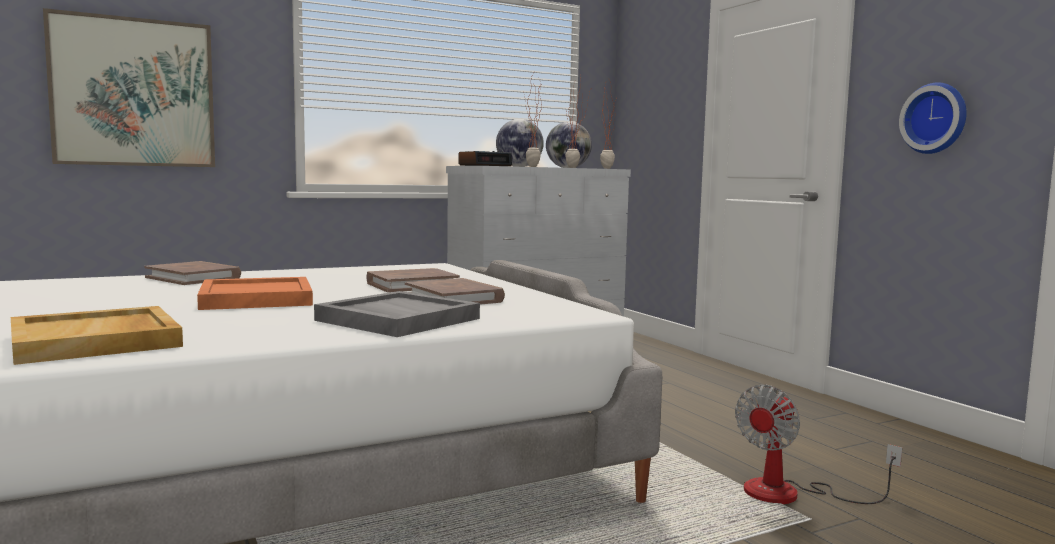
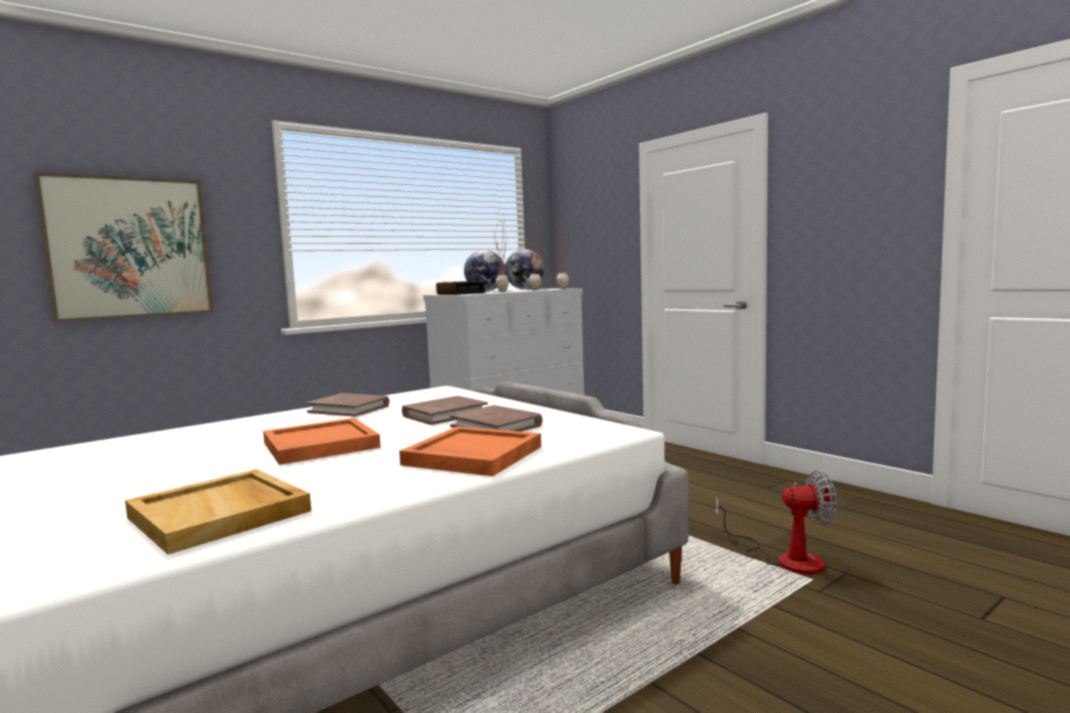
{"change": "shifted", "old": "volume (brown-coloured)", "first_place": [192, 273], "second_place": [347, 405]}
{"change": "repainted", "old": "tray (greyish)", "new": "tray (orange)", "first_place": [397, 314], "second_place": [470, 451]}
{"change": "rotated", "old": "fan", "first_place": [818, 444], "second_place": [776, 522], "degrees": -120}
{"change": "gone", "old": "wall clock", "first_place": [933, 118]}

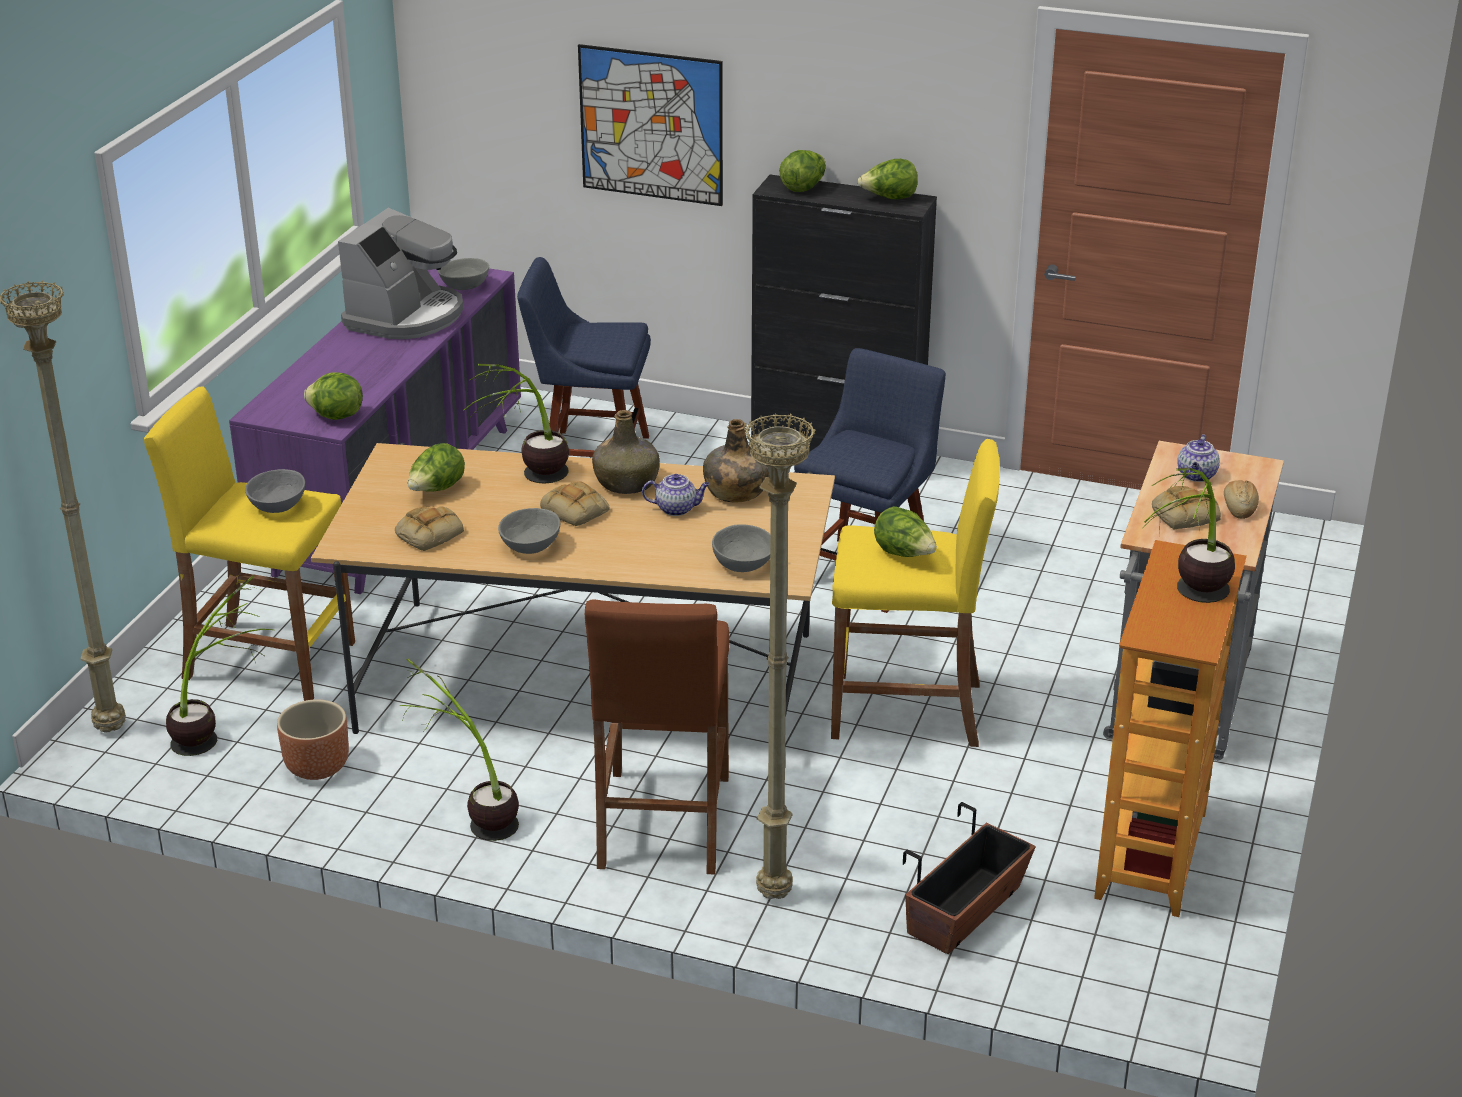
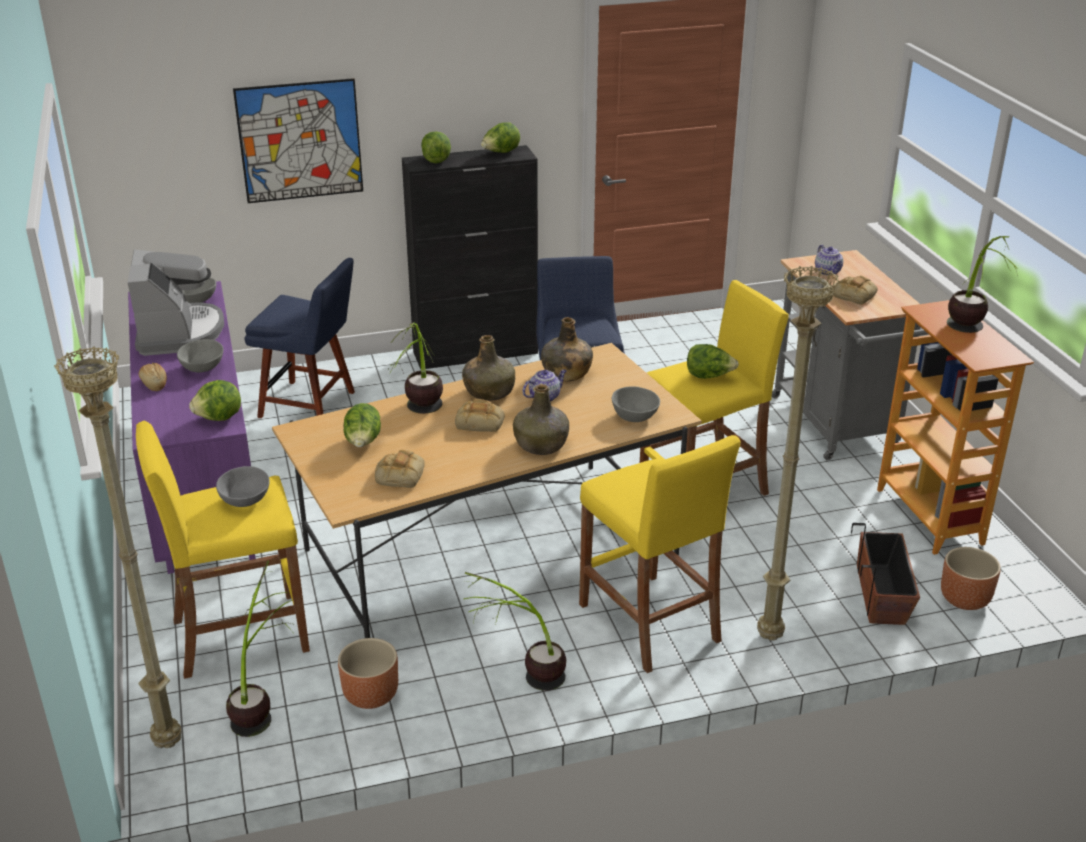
{"change": "shifted", "old": "deep dish (greyish)", "first_place": [529, 531], "second_place": [200, 355]}
{"change": "rotated", "old": "chair (bluish)", "first_place": [584, 357], "second_place": [300, 338], "degrees": -135}
{"change": "repainted", "old": "stool seat (brown-coloured)", "new": "stool seat (yellow-coloured)", "first_place": [657, 737], "second_place": [659, 554]}
{"change": "shifted", "old": "bakery bread", "first_place": [1241, 499], "second_place": [153, 377]}
{"change": "new", "new": "drink bottle (green)", "second_place": [541, 419]}
{"change": "new", "new": "plant pot (brown-coloured)", "second_place": [971, 578]}

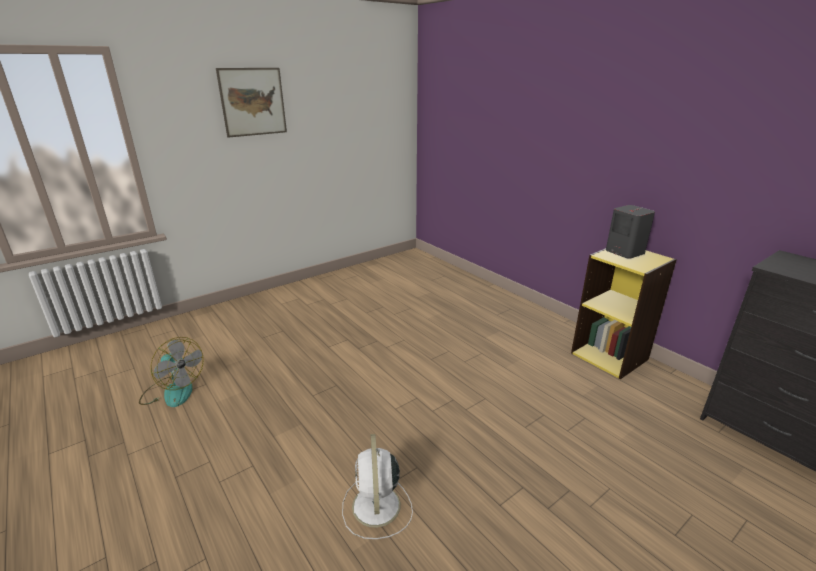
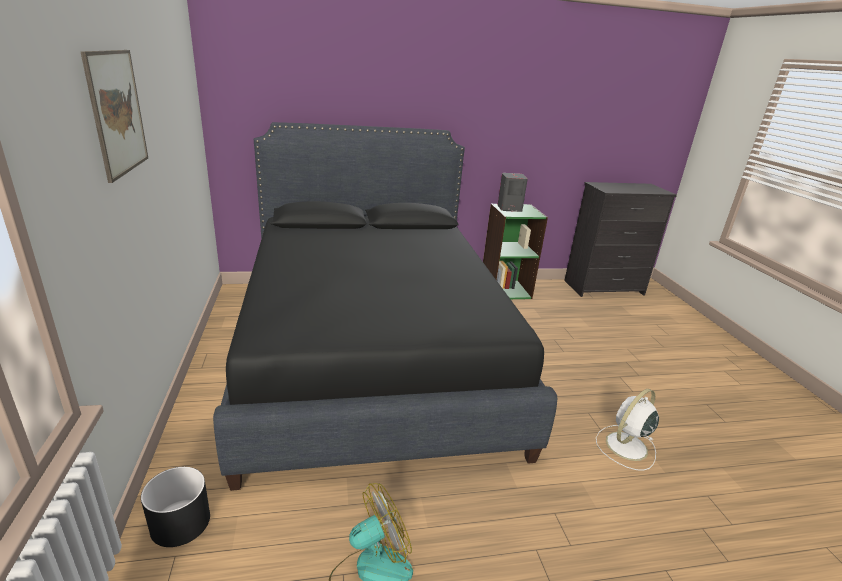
{"change": "rotated", "old": "fan (white-coloured)", "first_place": [377, 486], "second_place": [627, 430], "degrees": 120}
{"change": "repainted", "old": "shelving unit (yellow-coloured)", "new": "shelving unit (green)", "first_place": [624, 313], "second_place": [515, 251]}
{"change": "new", "new": "plant pot (black)", "second_place": [175, 507]}
{"change": "new", "new": "bedroom bed (black)", "second_place": [385, 306]}

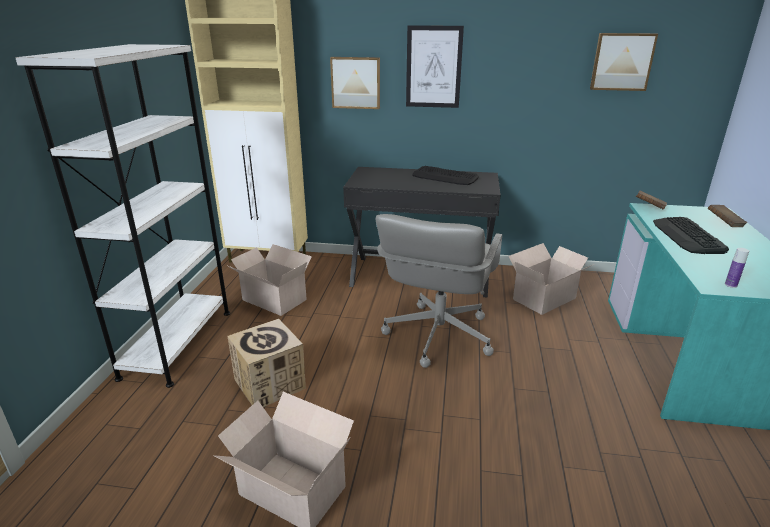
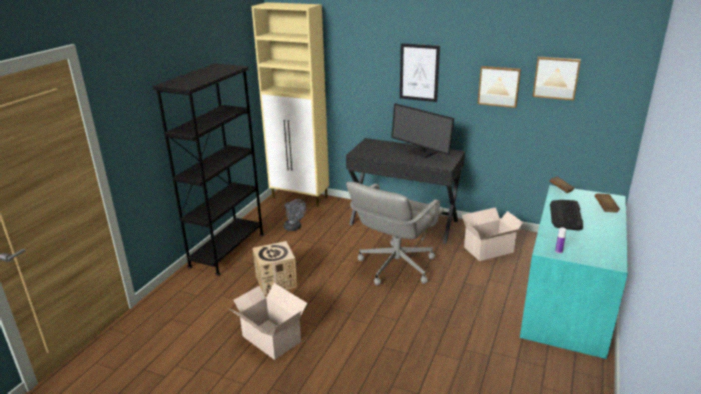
{"change": "repainted", "old": "shelving unit (white-coloured)", "new": "shelving unit (black)", "first_place": [122, 216], "second_place": [208, 169]}
{"change": "swapped", "old": "packing box", "new": "fan (greyish)", "first_place": [270, 280], "second_place": [294, 215]}
{"change": "shifted", "old": "wall picture", "first_place": [355, 83], "second_place": [499, 87]}
{"change": "swapped", "old": "PC keyboard", "new": "computer display", "first_place": [445, 175], "second_place": [422, 130]}

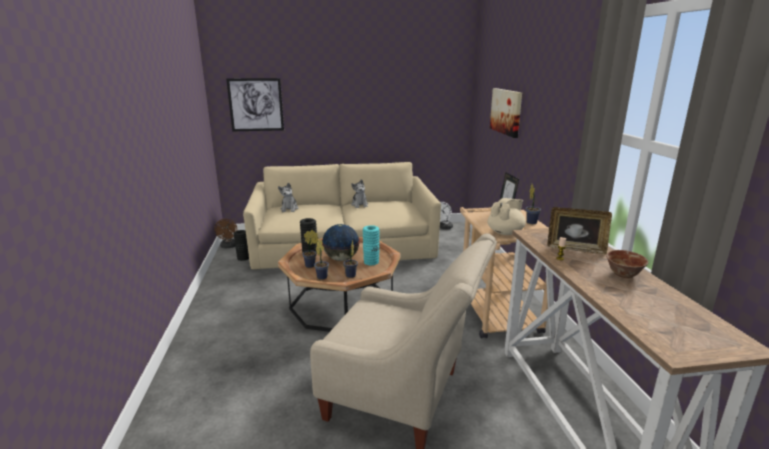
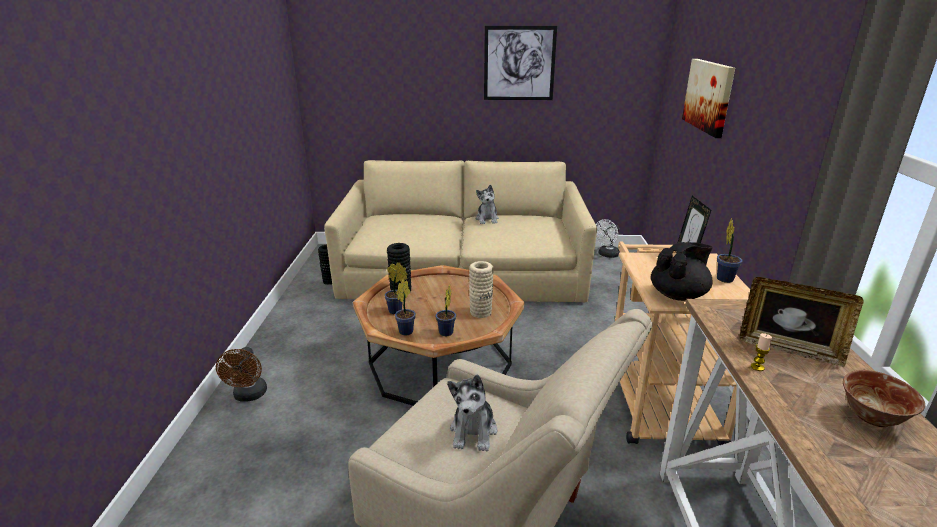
{"change": "shifted", "old": "fan (brown-coloured)", "first_place": [225, 233], "second_place": [241, 374]}
{"change": "shifted", "old": "wall picture", "first_place": [255, 104], "second_place": [520, 63]}
{"change": "shifted", "old": "cuddly toy", "first_place": [288, 197], "second_place": [472, 413]}
{"change": "gone", "old": "globe", "first_place": [341, 242]}
{"change": "repainted", "old": "flower vase (blue-green)", "new": "flower vase (beige)", "first_place": [371, 245], "second_place": [481, 289]}
{"change": "repainted", "old": "pot for tea (beige)", "new": "pot for tea (black)", "first_place": [507, 216], "second_place": [682, 271]}

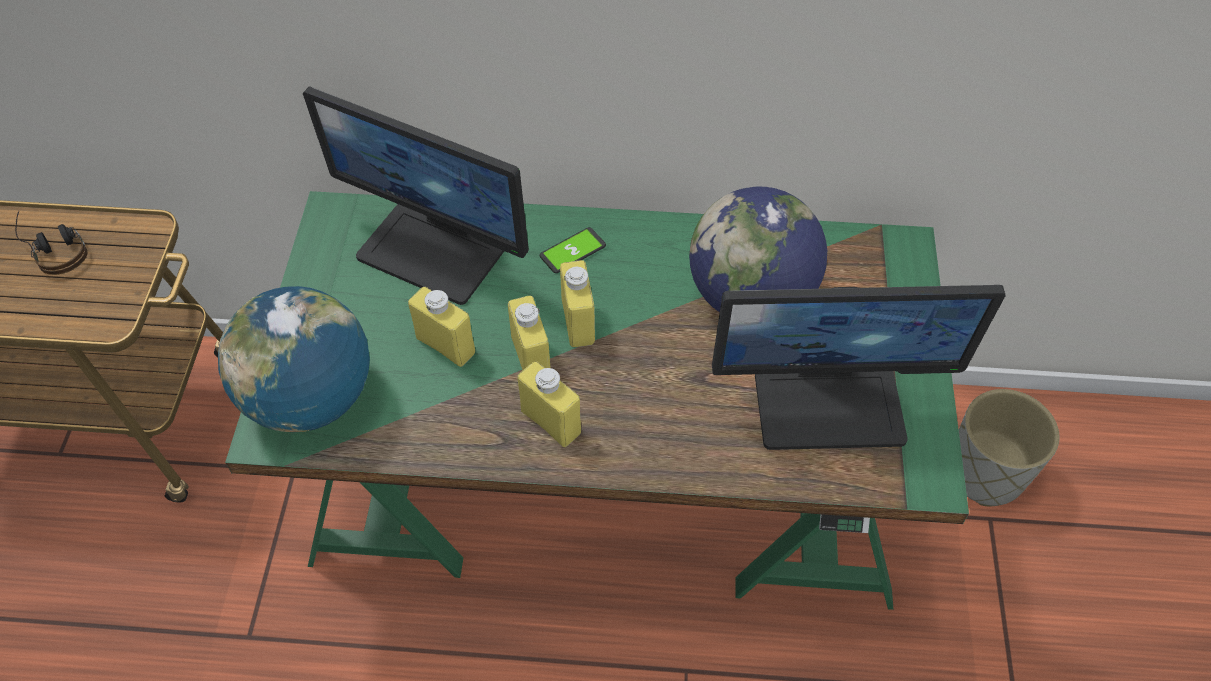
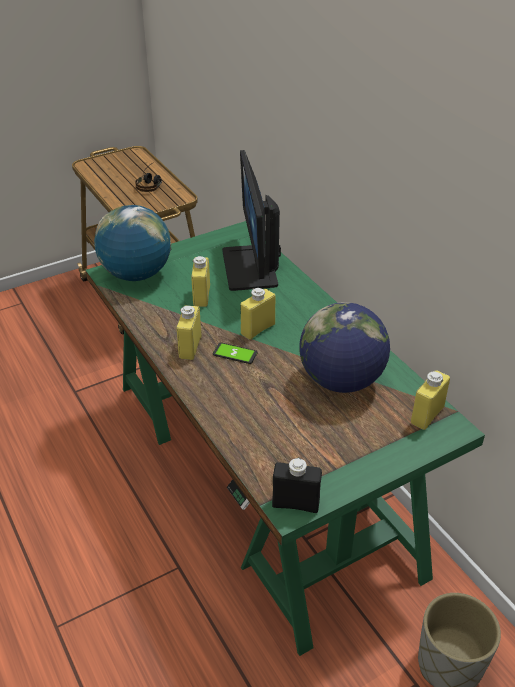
{"change": "shifted", "old": "drink bottle (yellow-coloured)", "first_place": [529, 333], "second_place": [430, 400]}
{"change": "shifted", "old": "handset", "first_place": [573, 250], "second_place": [235, 353]}
{"change": "gone", "old": "computer display", "first_place": [859, 367]}
{"change": "new", "new": "drink bottle (black)", "second_place": [297, 485]}

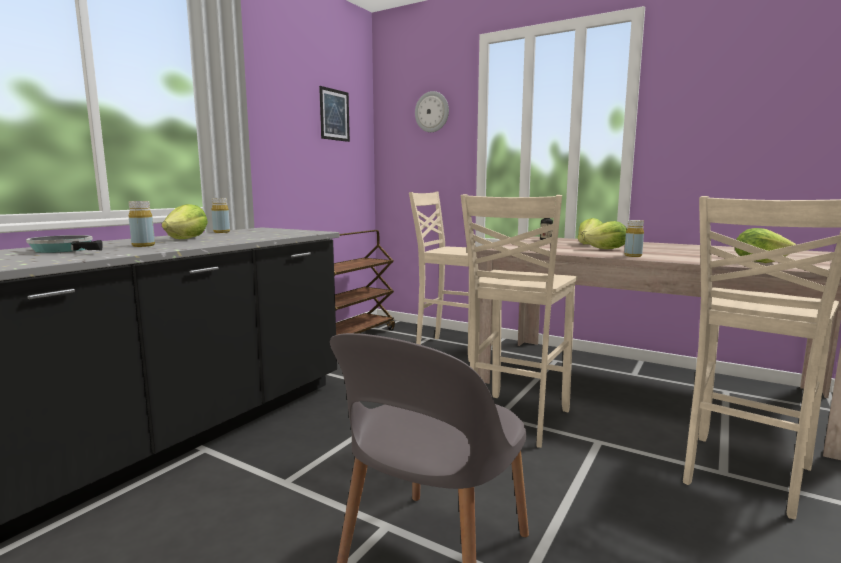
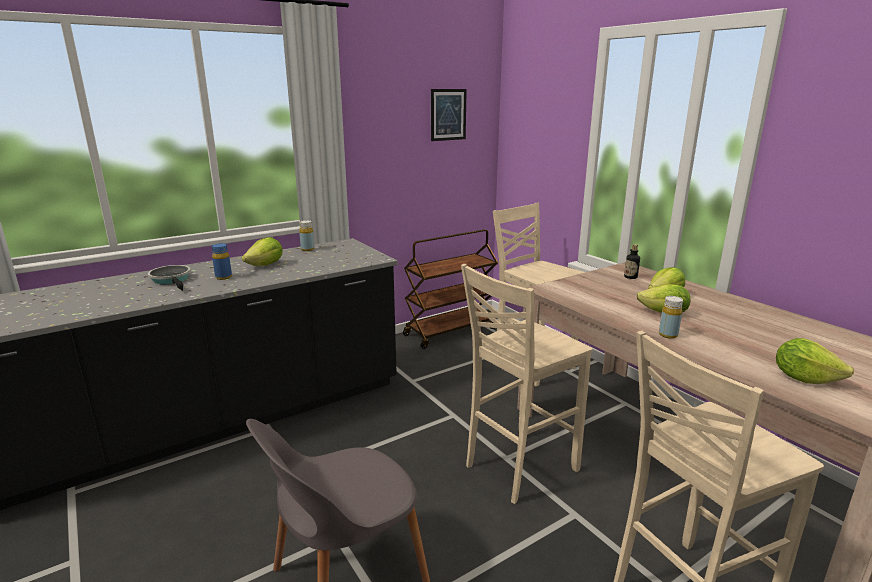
{"change": "repainted", "old": "drink bottle (yellow-coloured)", "new": "drink bottle (bluish)", "first_place": [142, 224], "second_place": [222, 261]}
{"change": "gone", "old": "wall clock", "first_place": [432, 111]}

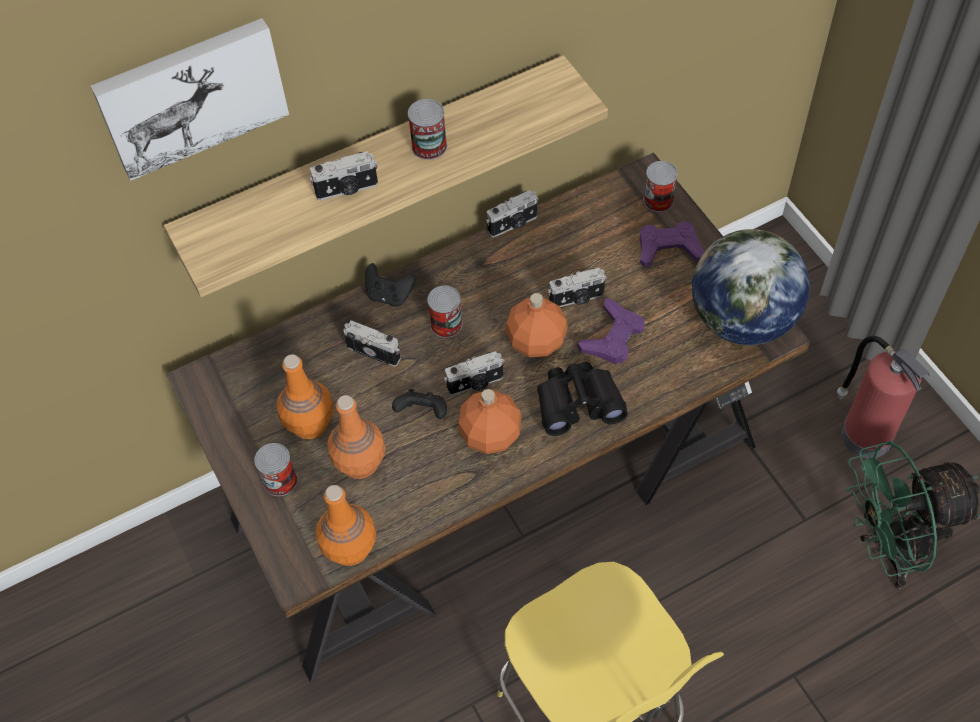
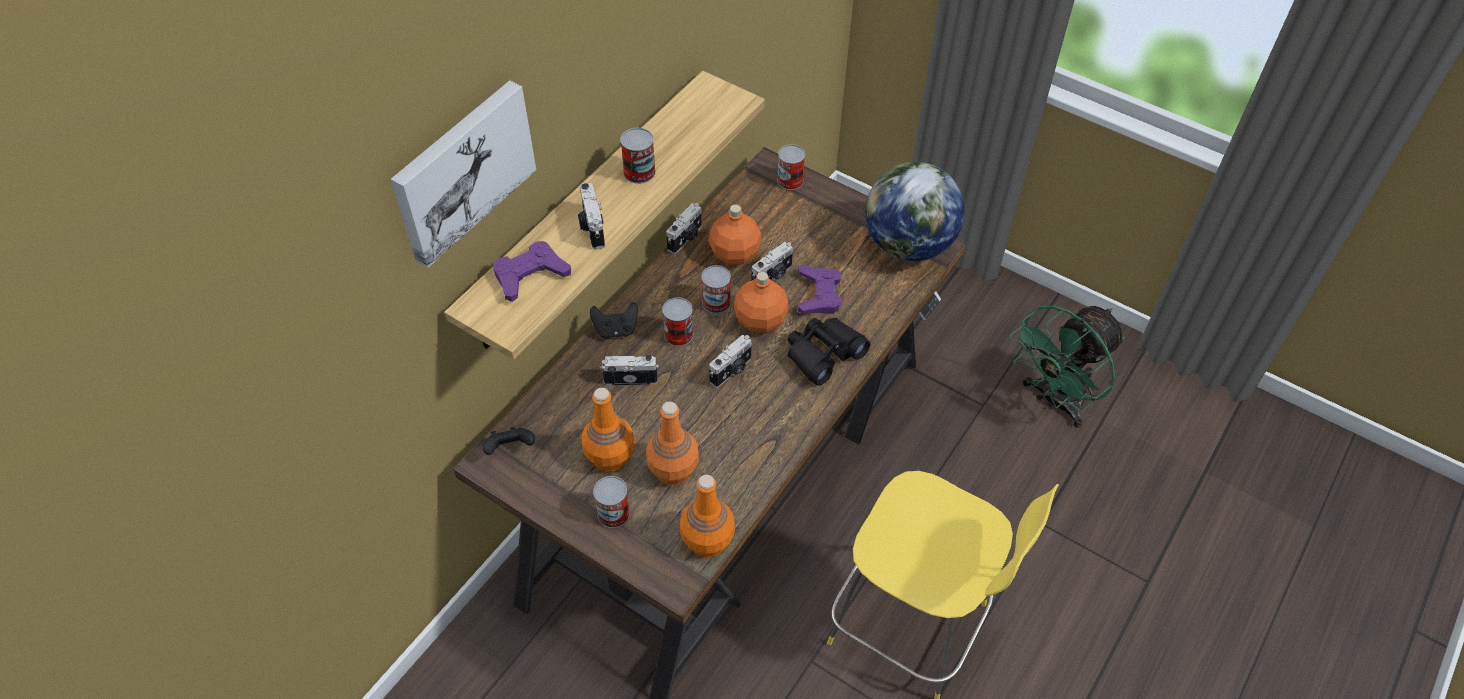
{"change": "rotated", "old": "photo camera", "first_place": [343, 175], "second_place": [591, 216], "degrees": 120}
{"change": "shifted", "old": "joypad (black)", "first_place": [419, 404], "second_place": [509, 441]}
{"change": "shifted", "old": "drink bottle (orange)", "first_place": [490, 421], "second_place": [735, 235]}
{"change": "shifted", "old": "joypad (purplish)", "first_place": [672, 244], "second_place": [532, 271]}
{"change": "gone", "old": "fire extinguisher", "first_place": [883, 397]}
{"change": "new", "new": "metal can", "second_place": [716, 289]}

